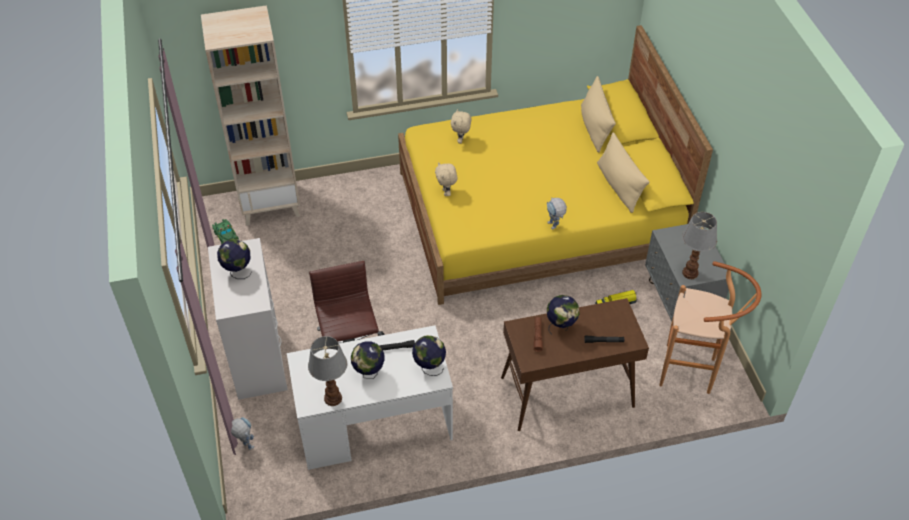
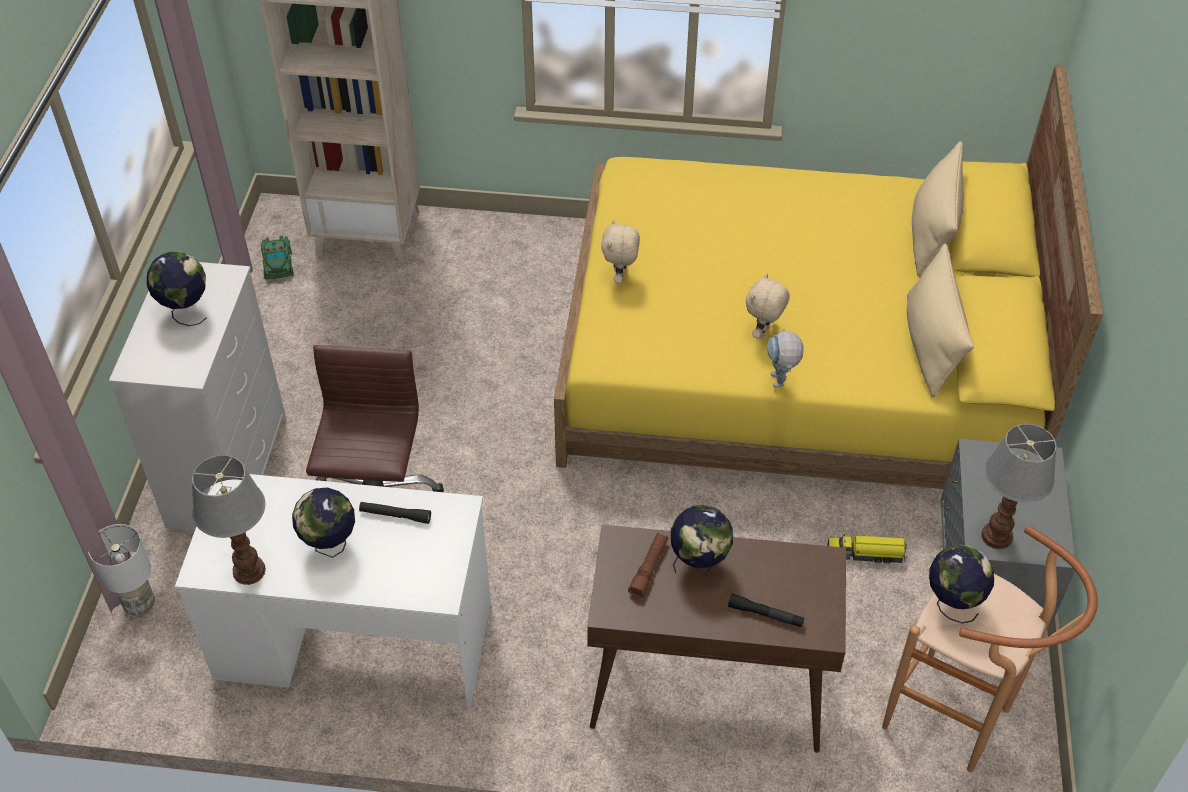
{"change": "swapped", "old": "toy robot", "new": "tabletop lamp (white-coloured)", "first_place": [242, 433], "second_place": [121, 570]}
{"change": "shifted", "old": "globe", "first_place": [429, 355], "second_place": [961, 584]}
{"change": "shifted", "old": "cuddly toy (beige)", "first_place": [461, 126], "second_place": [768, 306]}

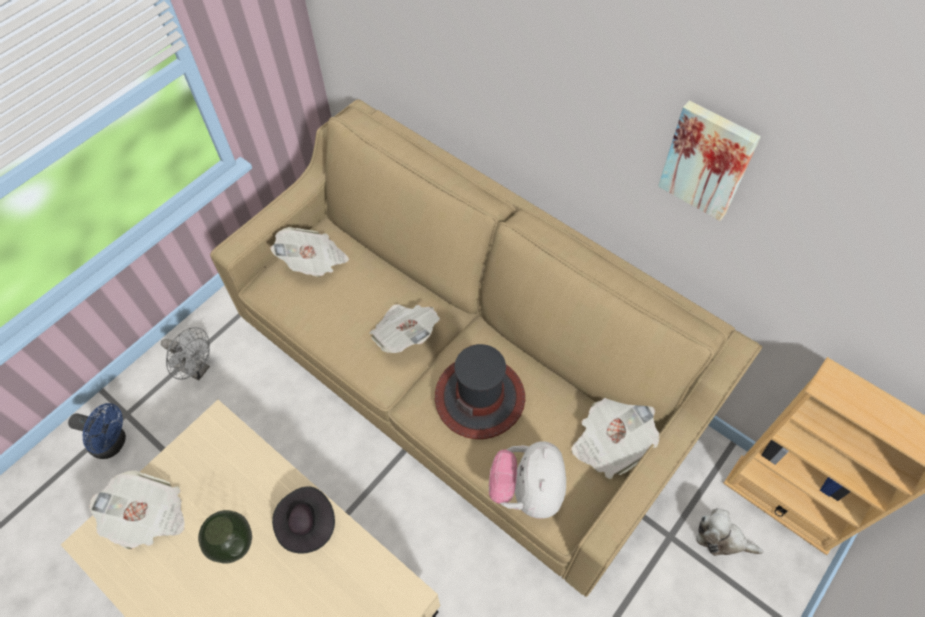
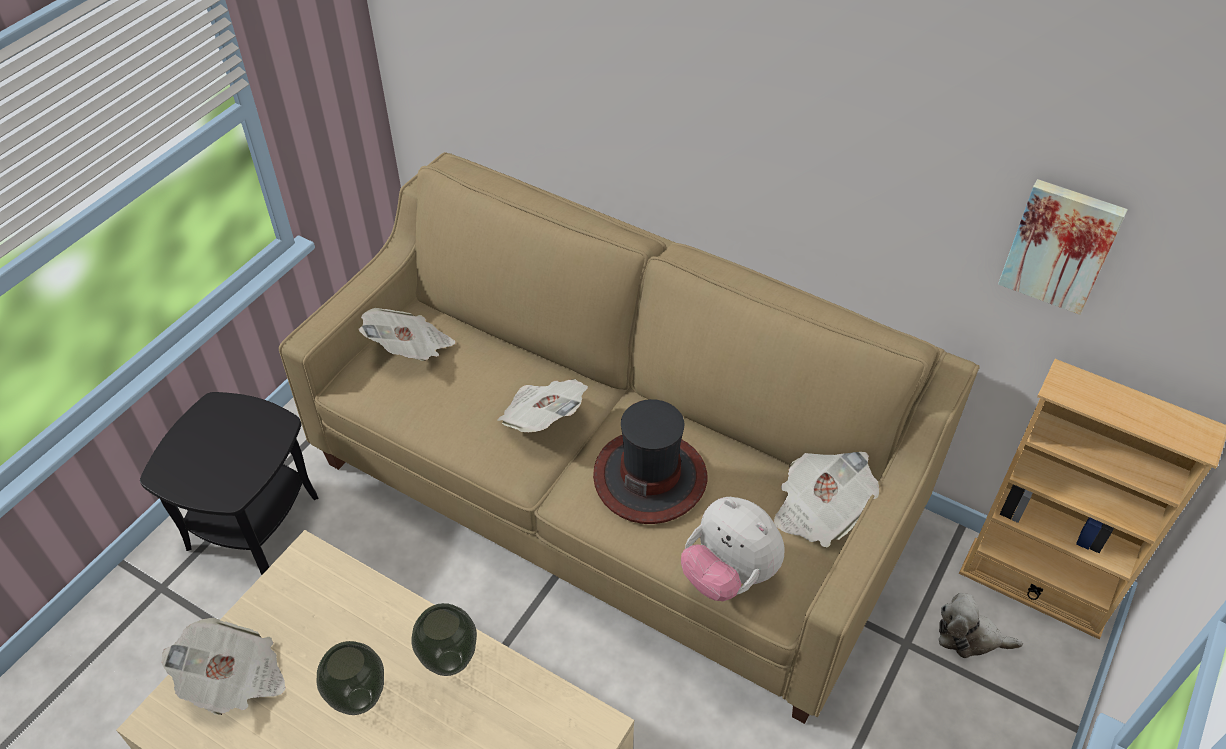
{"change": "gone", "old": "fan (bluish)", "first_place": [97, 431]}
{"change": "swapped", "old": "fan (greyish)", "new": "side table (black)", "first_place": [185, 354], "second_place": [229, 483]}
{"change": "swapped", "old": "wearable hat (black)", "new": "flower vase", "first_place": [303, 520], "second_place": [444, 639]}
{"change": "rotated", "old": "cuddly toy", "first_place": [527, 480], "second_place": [733, 549], "degrees": -45}
{"change": "shifted", "old": "wall picture", "first_place": [709, 160], "second_place": [1063, 247]}

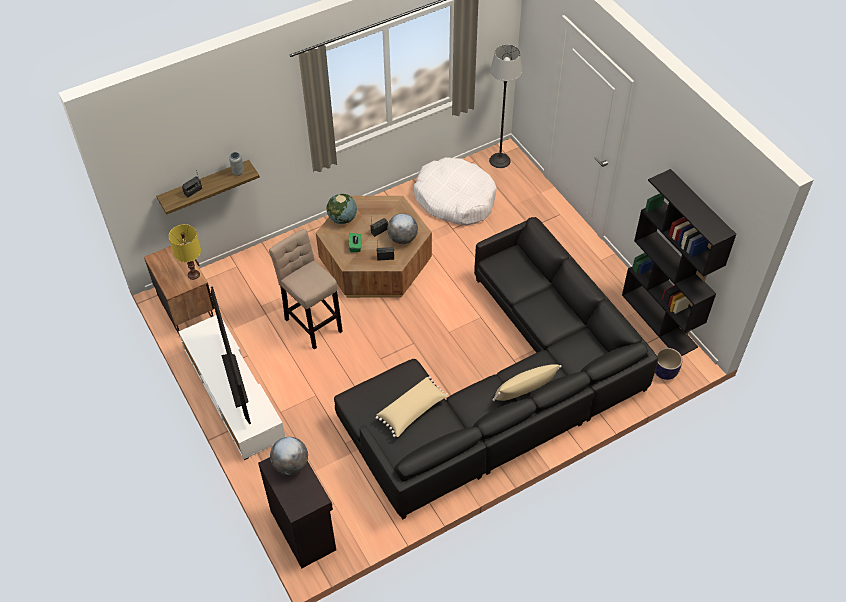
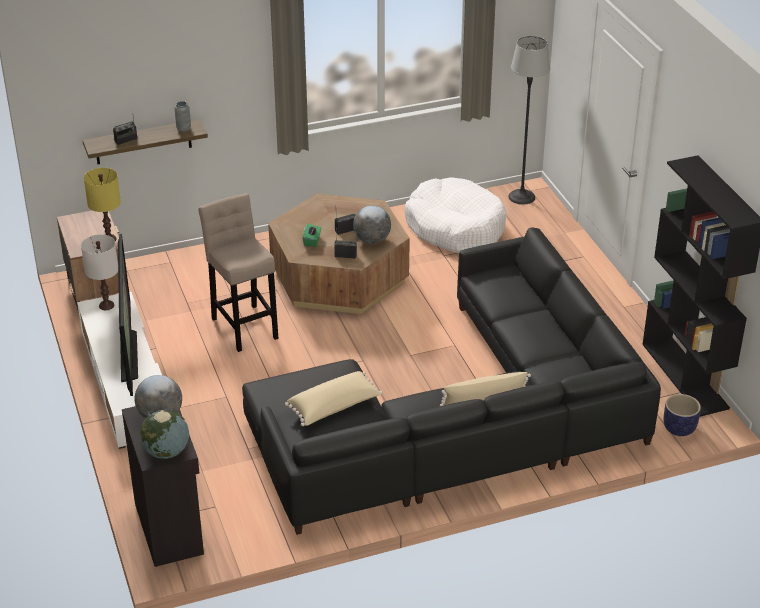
{"change": "shifted", "old": "globe", "first_place": [342, 209], "second_place": [164, 434]}
{"change": "new", "new": "tabletop lamp (white-coloured)", "second_place": [99, 272]}

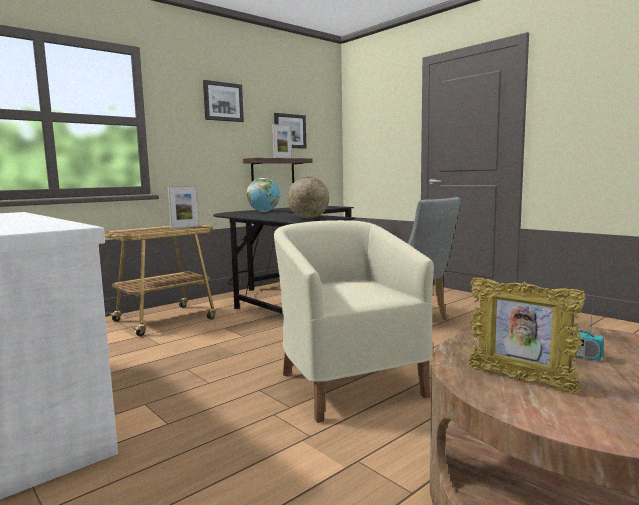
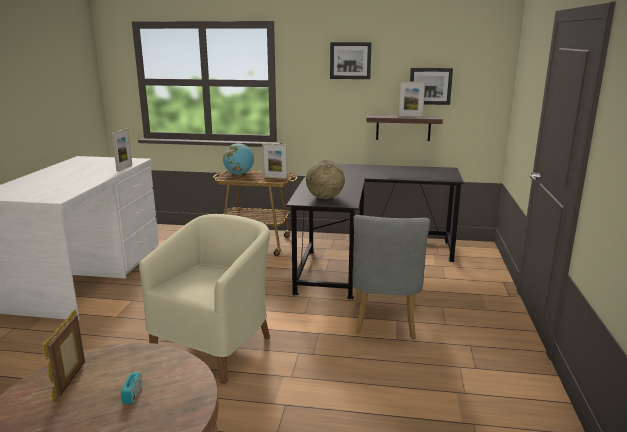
{"change": "shifted", "old": "globe", "first_place": [263, 195], "second_place": [238, 159]}
{"change": "new", "new": "standing frame", "second_place": [122, 150]}

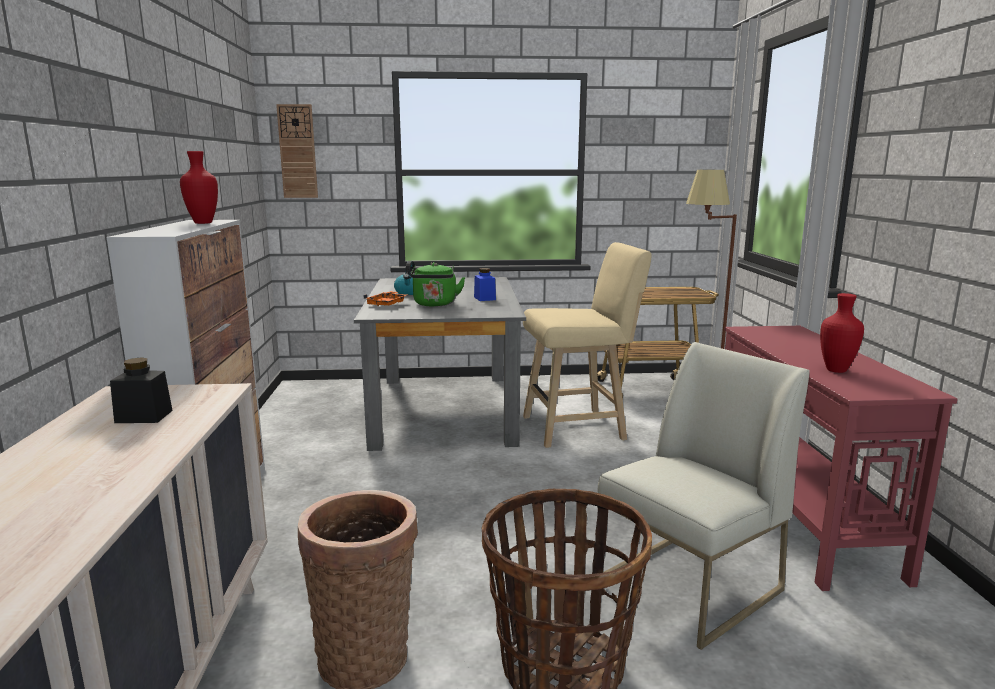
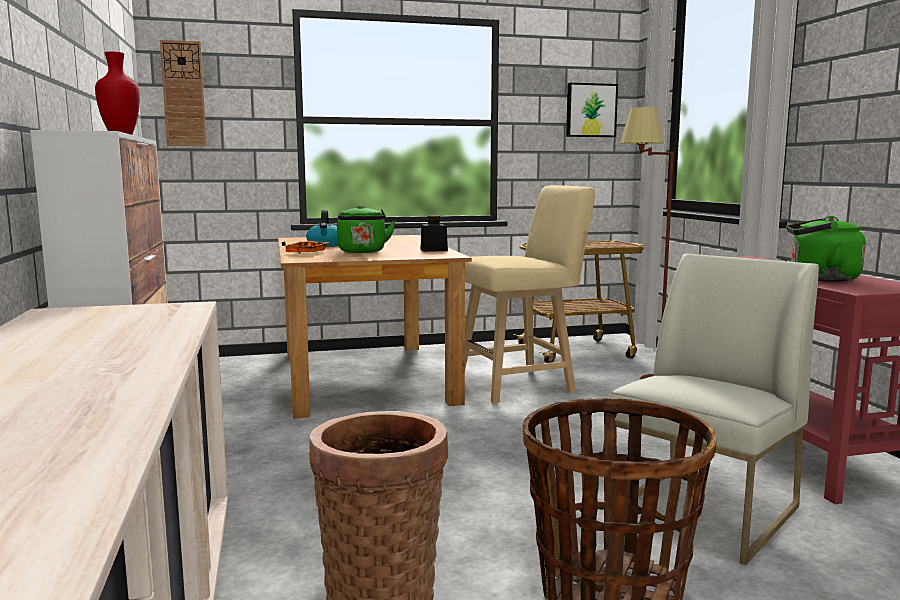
{"change": "shifted", "old": "storage jar (black)", "first_place": [141, 390], "second_place": [434, 234]}
{"change": "repainted", "old": "kitchen table (greyish)", "new": "kitchen table (brown-coloured)", "first_place": [440, 364], "second_place": [375, 327]}
{"change": "gone", "old": "storage jar (bluish)", "first_place": [485, 284]}
{"change": "swapped", "old": "flower vase (red)", "new": "water kettle (green)", "first_place": [842, 333], "second_place": [826, 249]}
{"change": "new", "new": "wall picture", "second_place": [592, 110]}

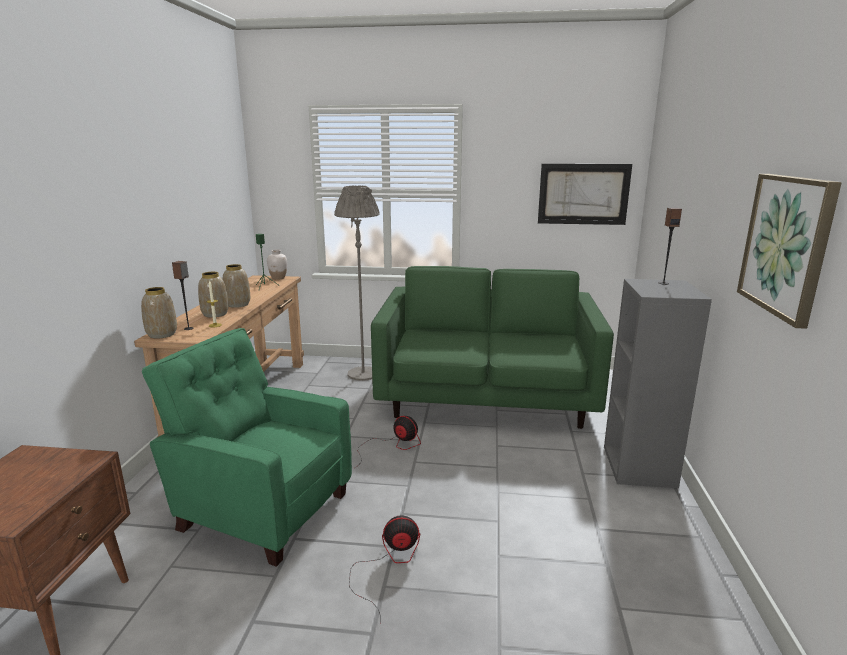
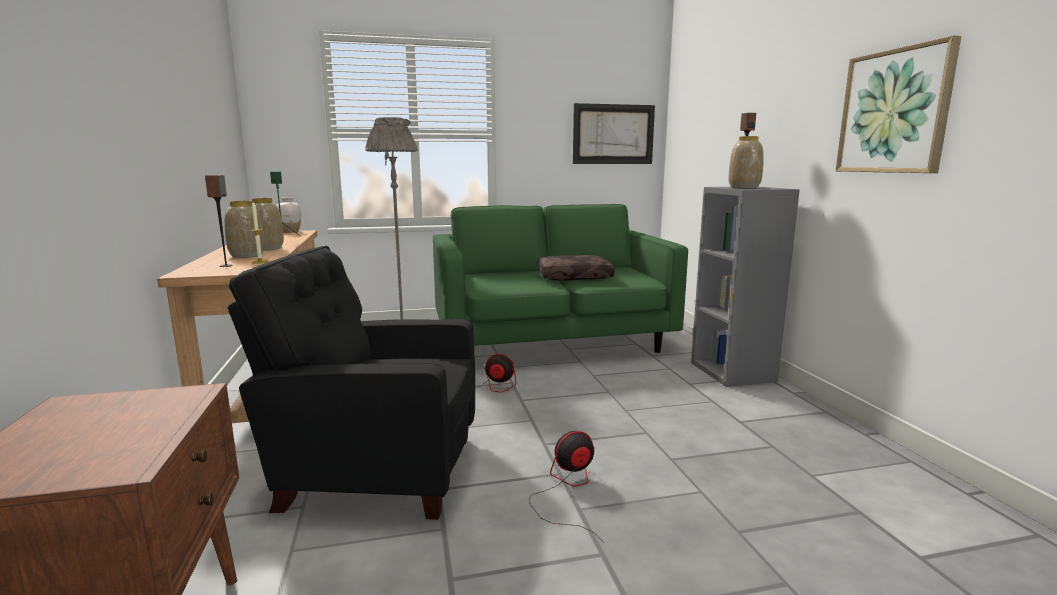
{"change": "shifted", "old": "flower vase", "first_place": [159, 313], "second_place": [746, 162]}
{"change": "repainted", "old": "lounge chair (green)", "new": "lounge chair (black)", "first_place": [247, 447], "second_place": [351, 383]}
{"change": "new", "new": "throw pillow (brown-coloured)", "second_place": [576, 268]}

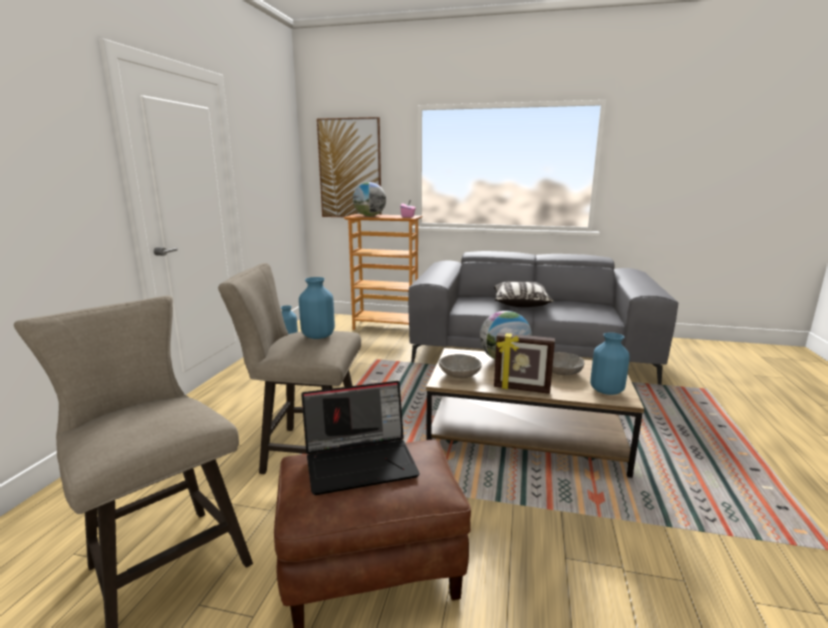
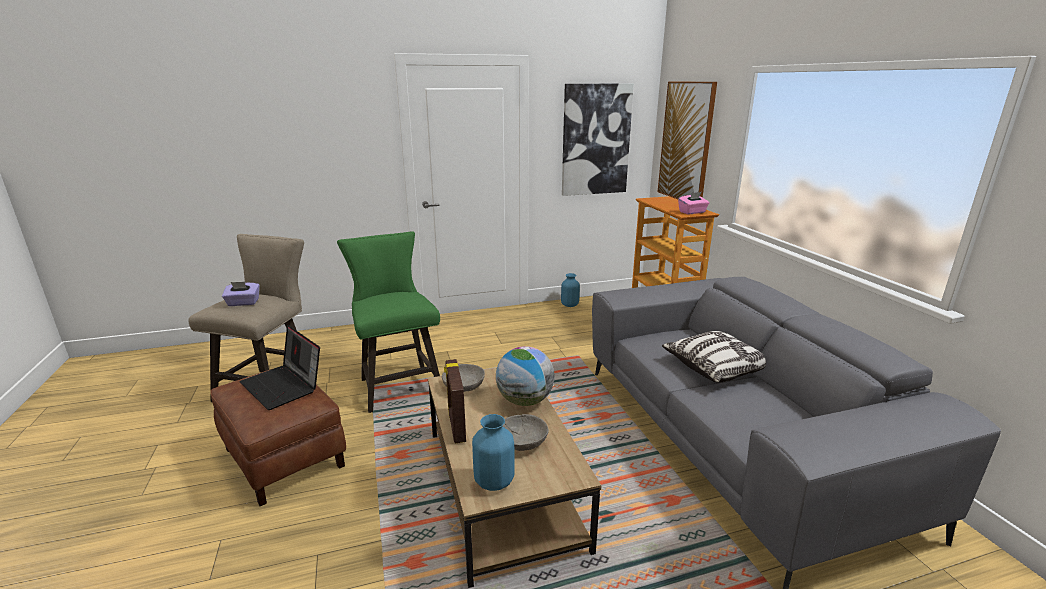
{"change": "repainted", "old": "stool seat (beige)", "new": "stool seat (green)", "first_place": [289, 368], "second_place": [388, 322]}
{"change": "gone", "old": "flower vase (bluish)", "first_place": [317, 308]}
{"change": "gone", "old": "globe", "first_place": [369, 199]}
{"change": "new", "new": "tissue holder (purplish)", "second_place": [241, 294]}
{"change": "new", "new": "wall picture", "second_place": [598, 140]}

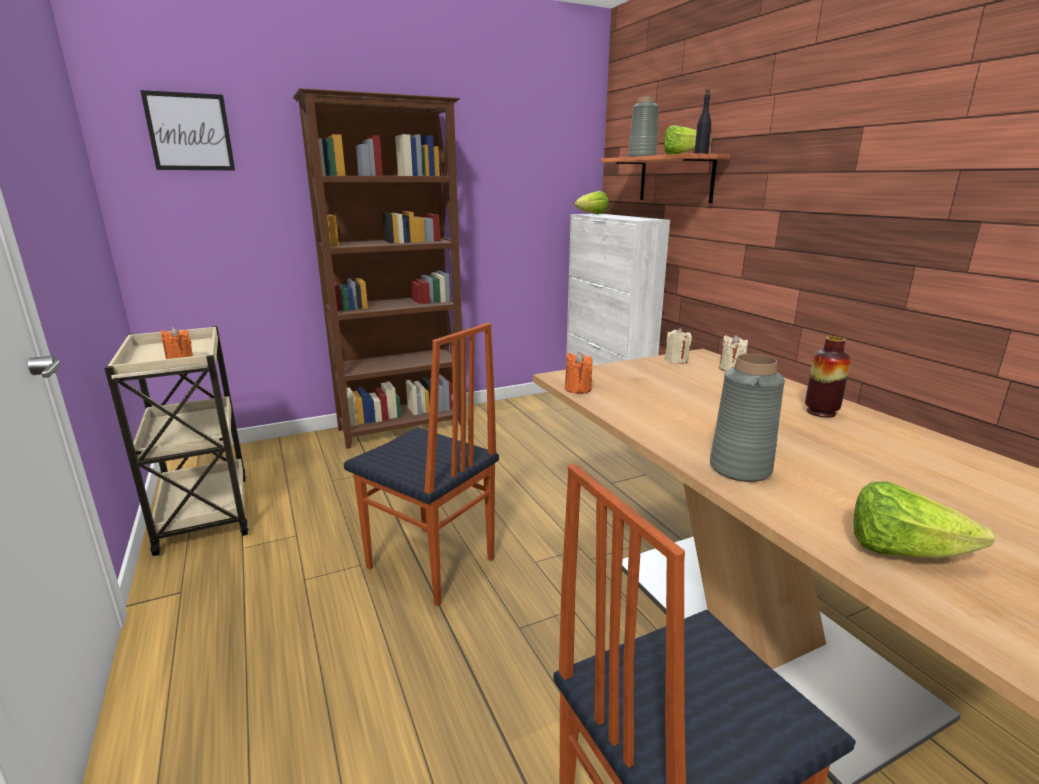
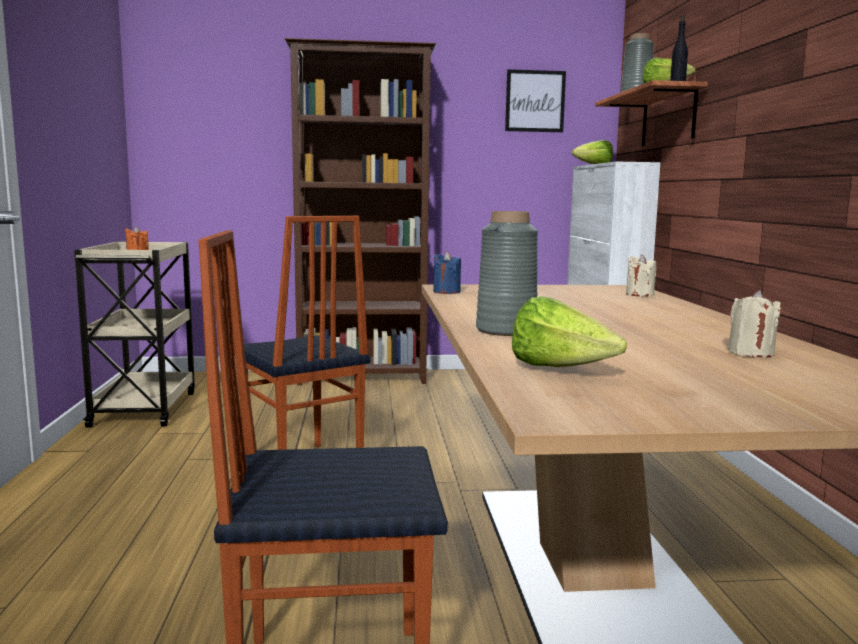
{"change": "shifted", "old": "wall picture", "first_place": [187, 130], "second_place": [535, 100]}
{"change": "repainted", "old": "wax light (orange)", "new": "wax light (bluish)", "first_place": [579, 373], "second_place": [447, 273]}
{"change": "shifted", "old": "wax light (beige)", "first_place": [678, 346], "second_place": [754, 323]}
{"change": "gone", "old": "flower vase", "first_place": [828, 377]}

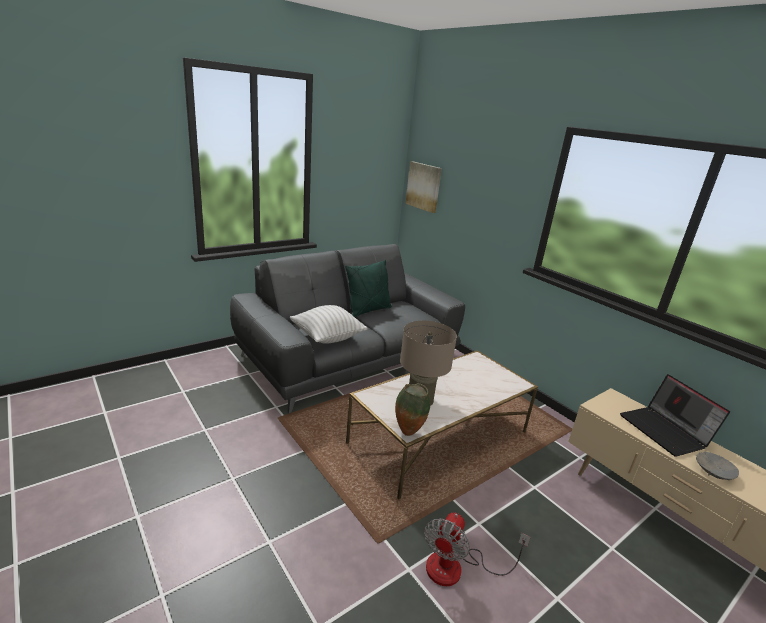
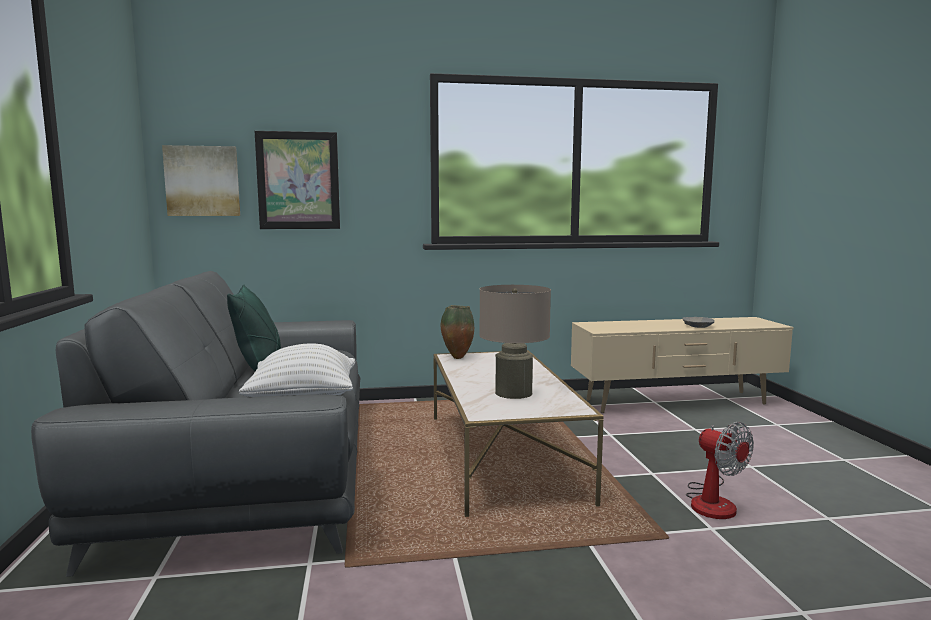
{"change": "shifted", "old": "flower vase", "first_place": [412, 409], "second_place": [457, 332]}
{"change": "gone", "old": "laptop", "first_place": [675, 415]}
{"change": "new", "new": "wall picture", "second_place": [297, 180]}

